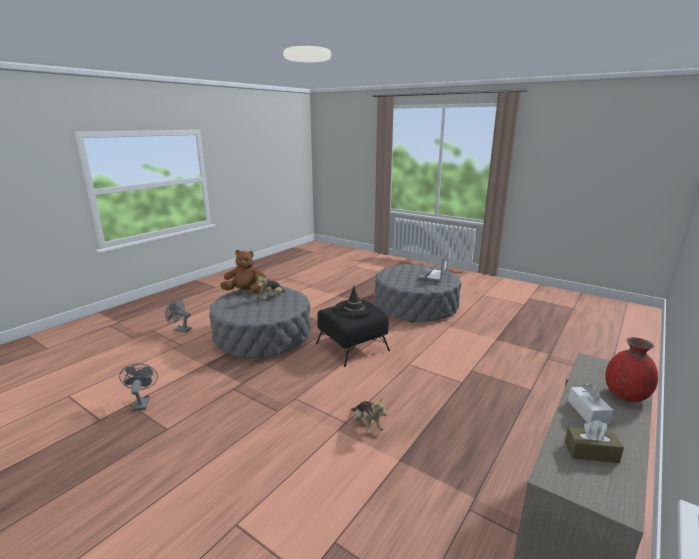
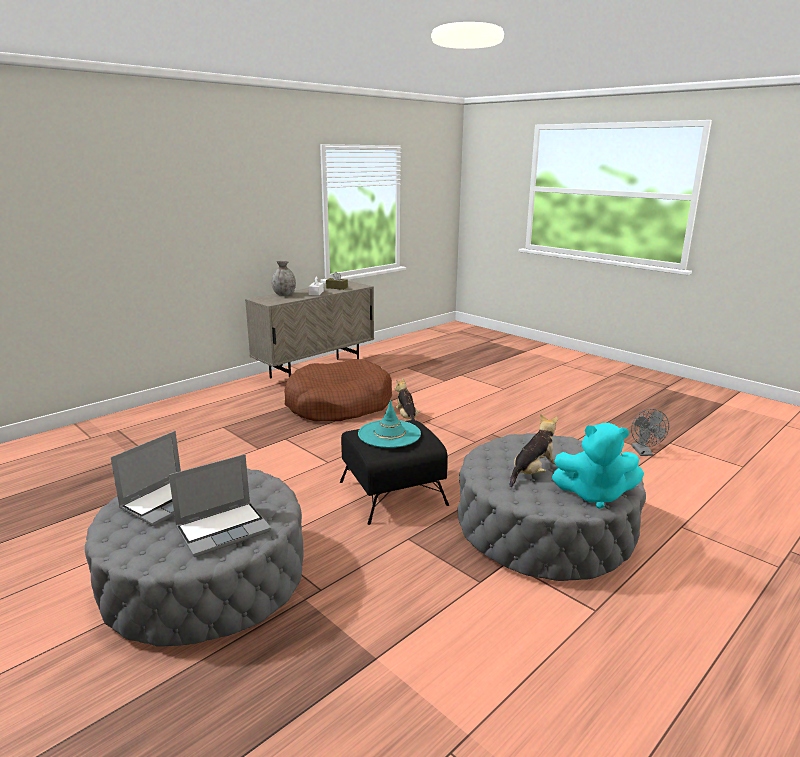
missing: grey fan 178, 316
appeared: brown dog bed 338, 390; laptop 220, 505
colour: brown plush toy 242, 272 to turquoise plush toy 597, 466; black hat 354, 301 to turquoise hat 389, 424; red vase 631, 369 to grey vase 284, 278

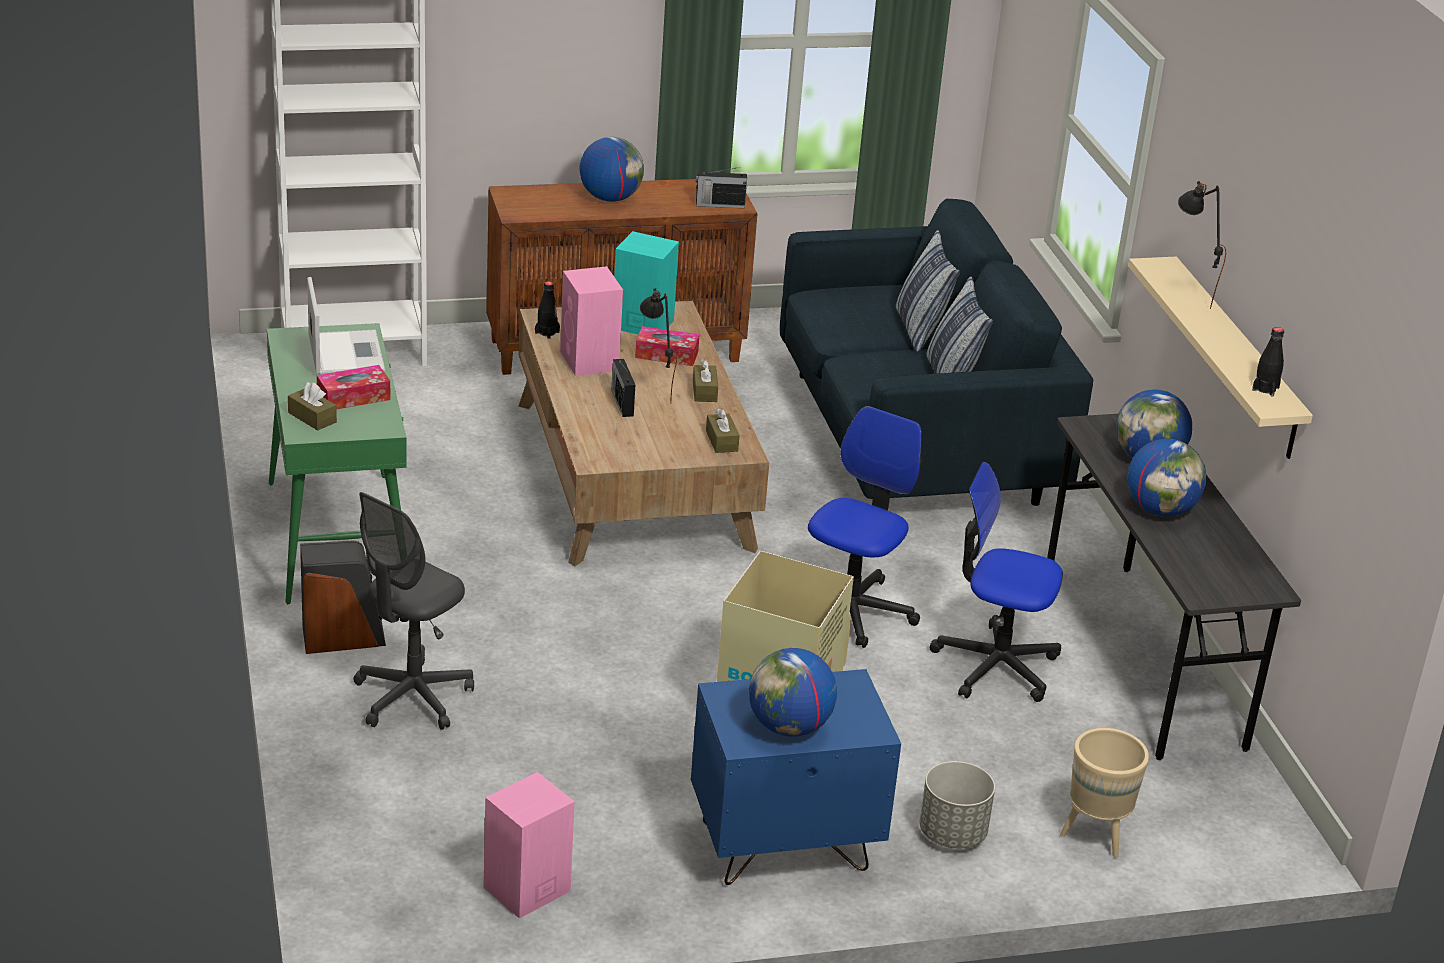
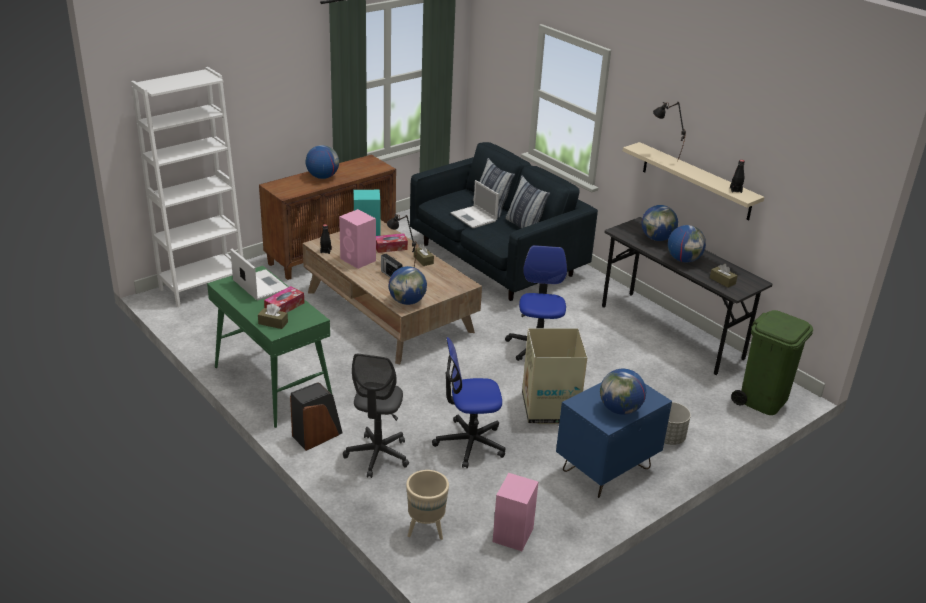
missing: radio 721, 187
appeared: laptop 475, 204; globe 408, 285; green trash can 772, 362
relocated: brown tissue box 723, 430 to 724, 275; office chair 996, 582 to 468, 402; beige planter 1104, 793 to 427, 505

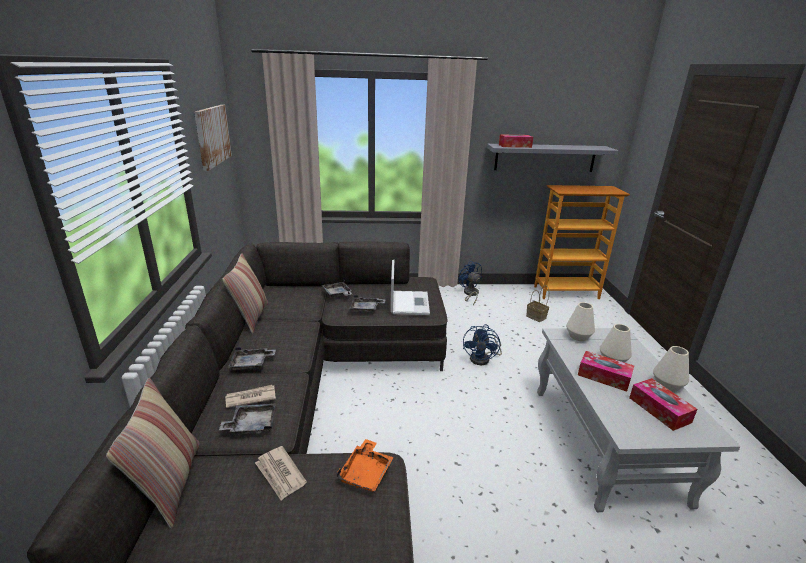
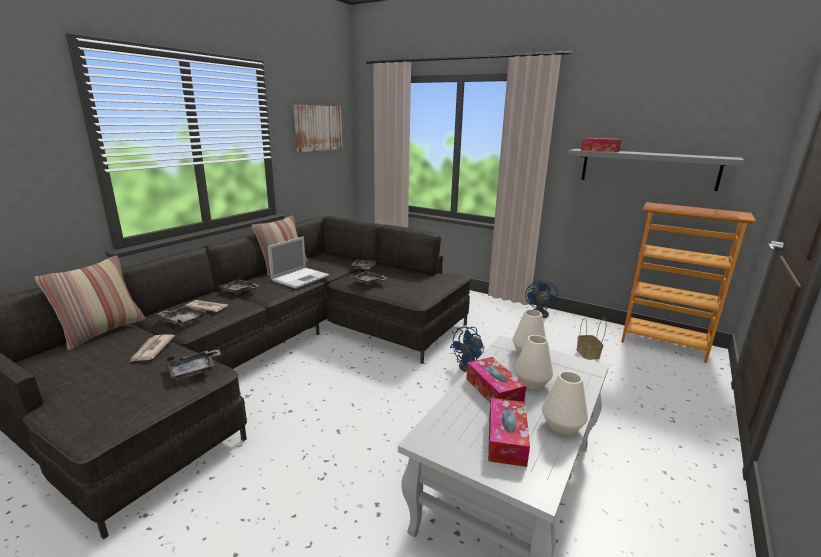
relocated: laptop 410, 287 to 298, 263
colour: orange tray 365, 465 to grey tray 194, 364

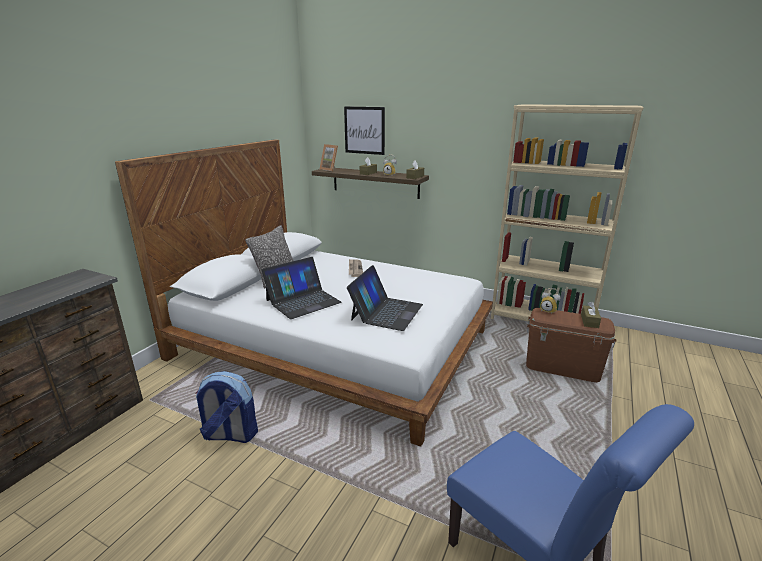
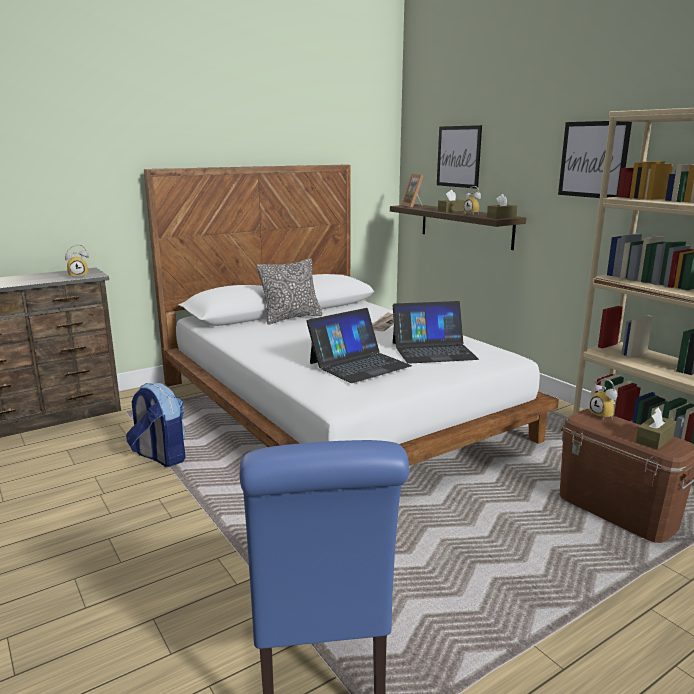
appeared: picture 595, 159; alarm clock 77, 261
relocated: laptop 302, 288 to 436, 332

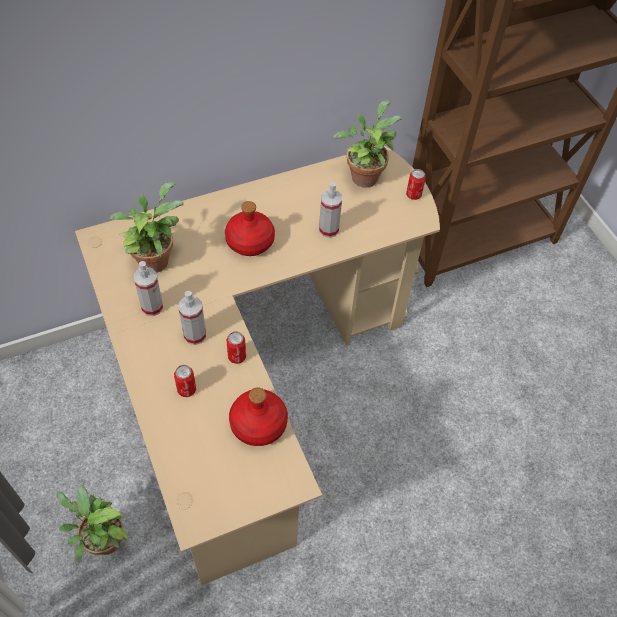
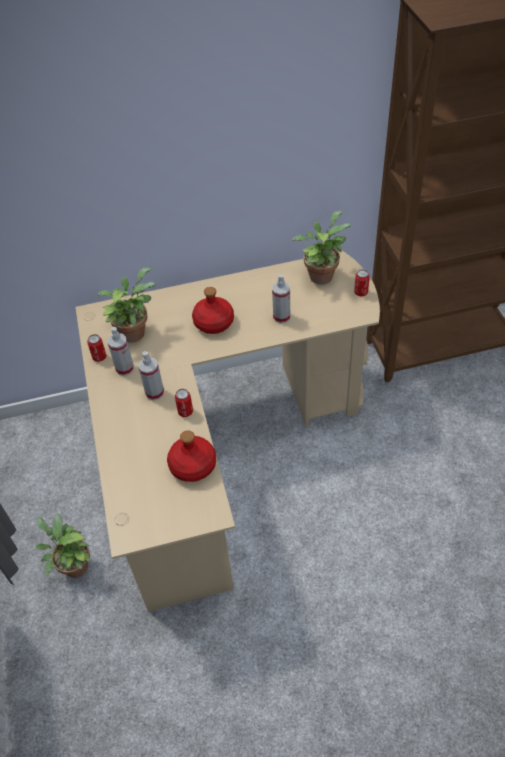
relocated: can 185, 381 to 96, 348

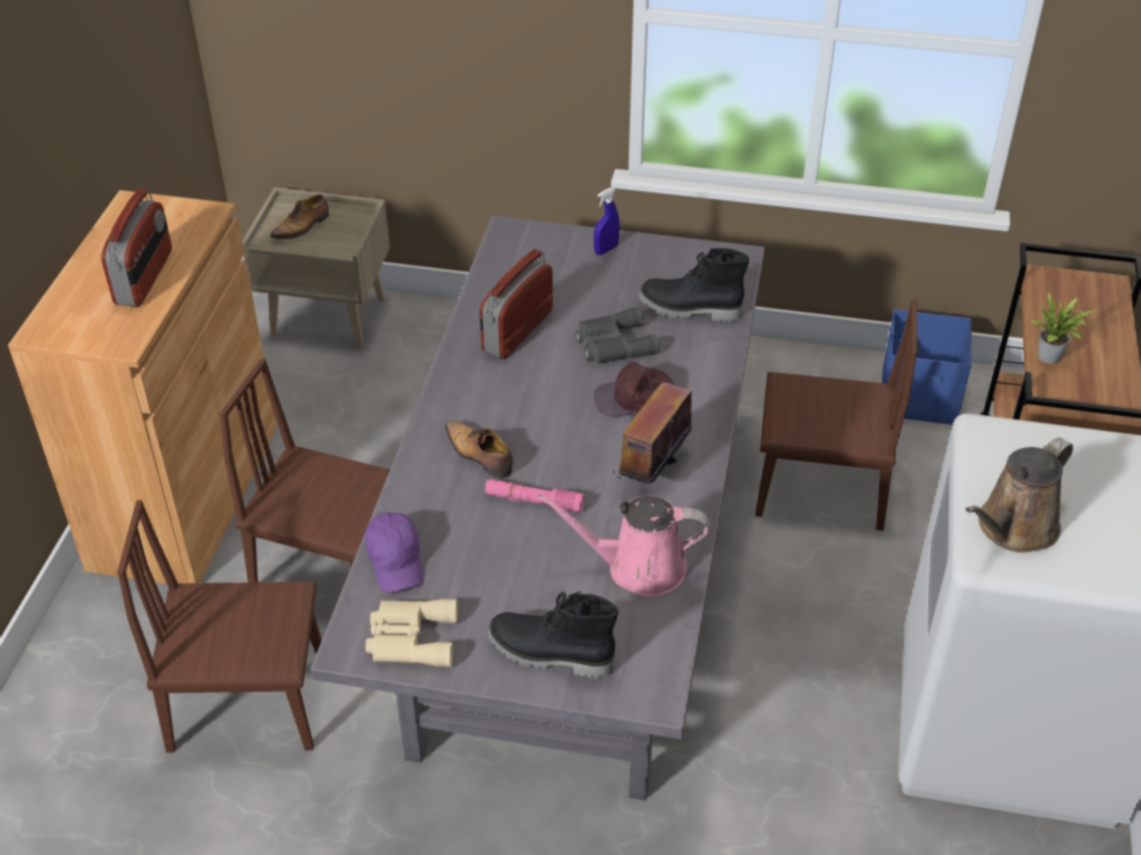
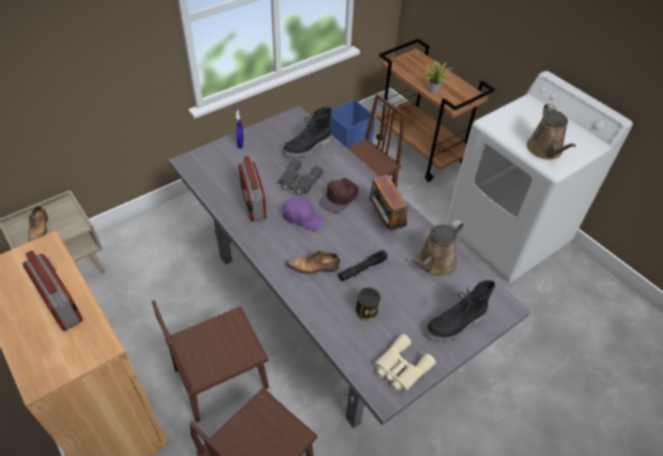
appeared: can 368, 304
relocated: purple cap 394, 552 to 304, 213
colour: pink flashlight 535, 495 to black flashlight 363, 265; pink watering can 623, 545 to brown watering can 435, 247

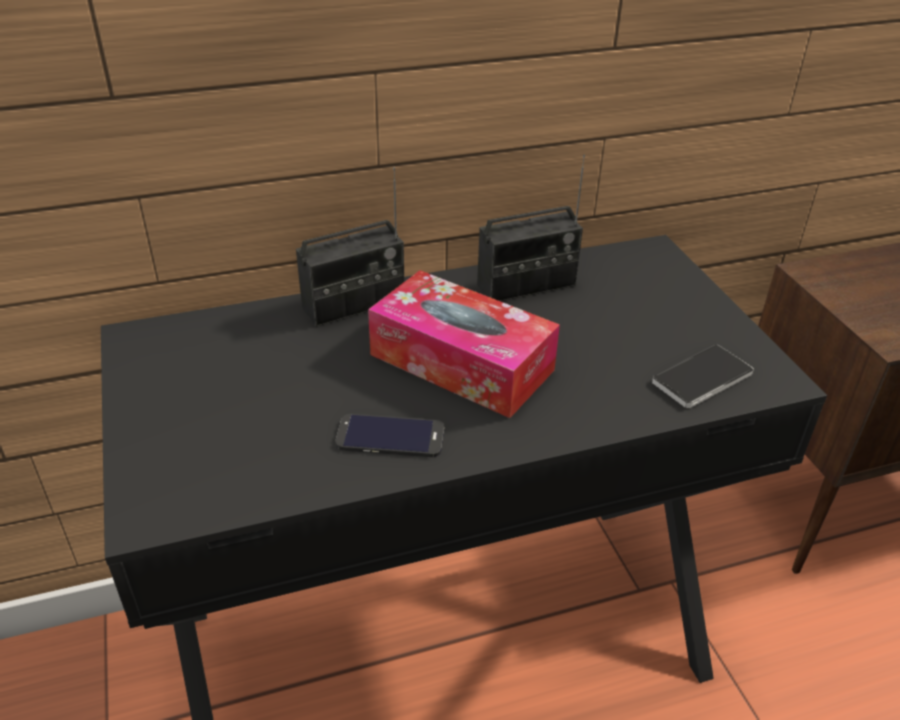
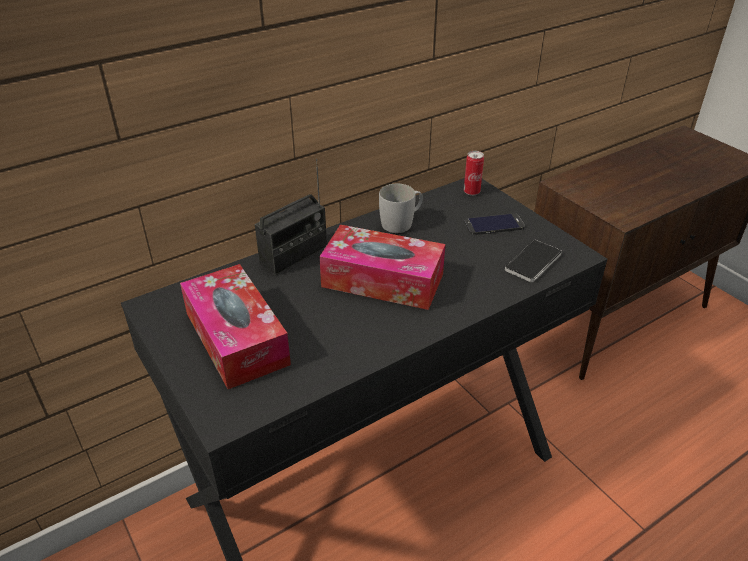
appeared: can 474, 173; tissue box 235, 326
relocated: phone 390, 435 to 494, 224
exchanged: radio 531, 228 to white mug 401, 208

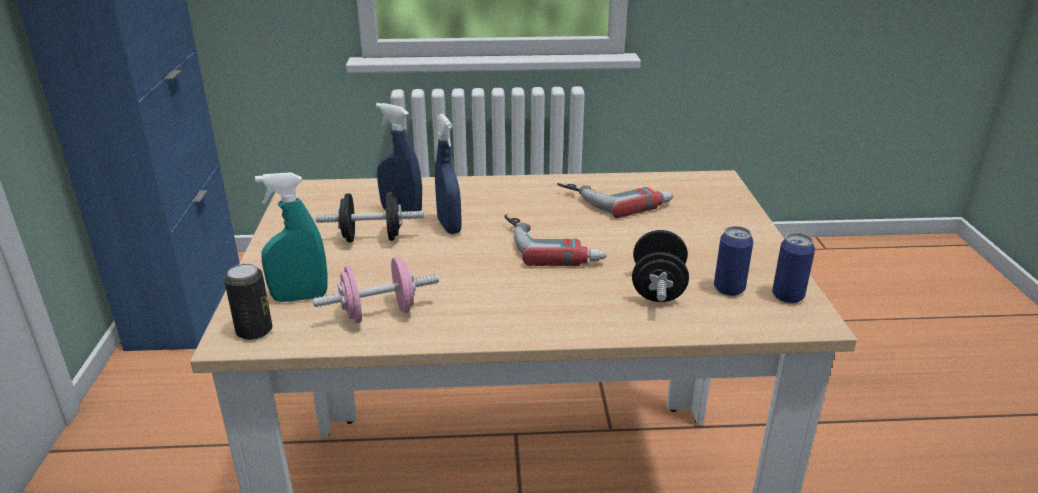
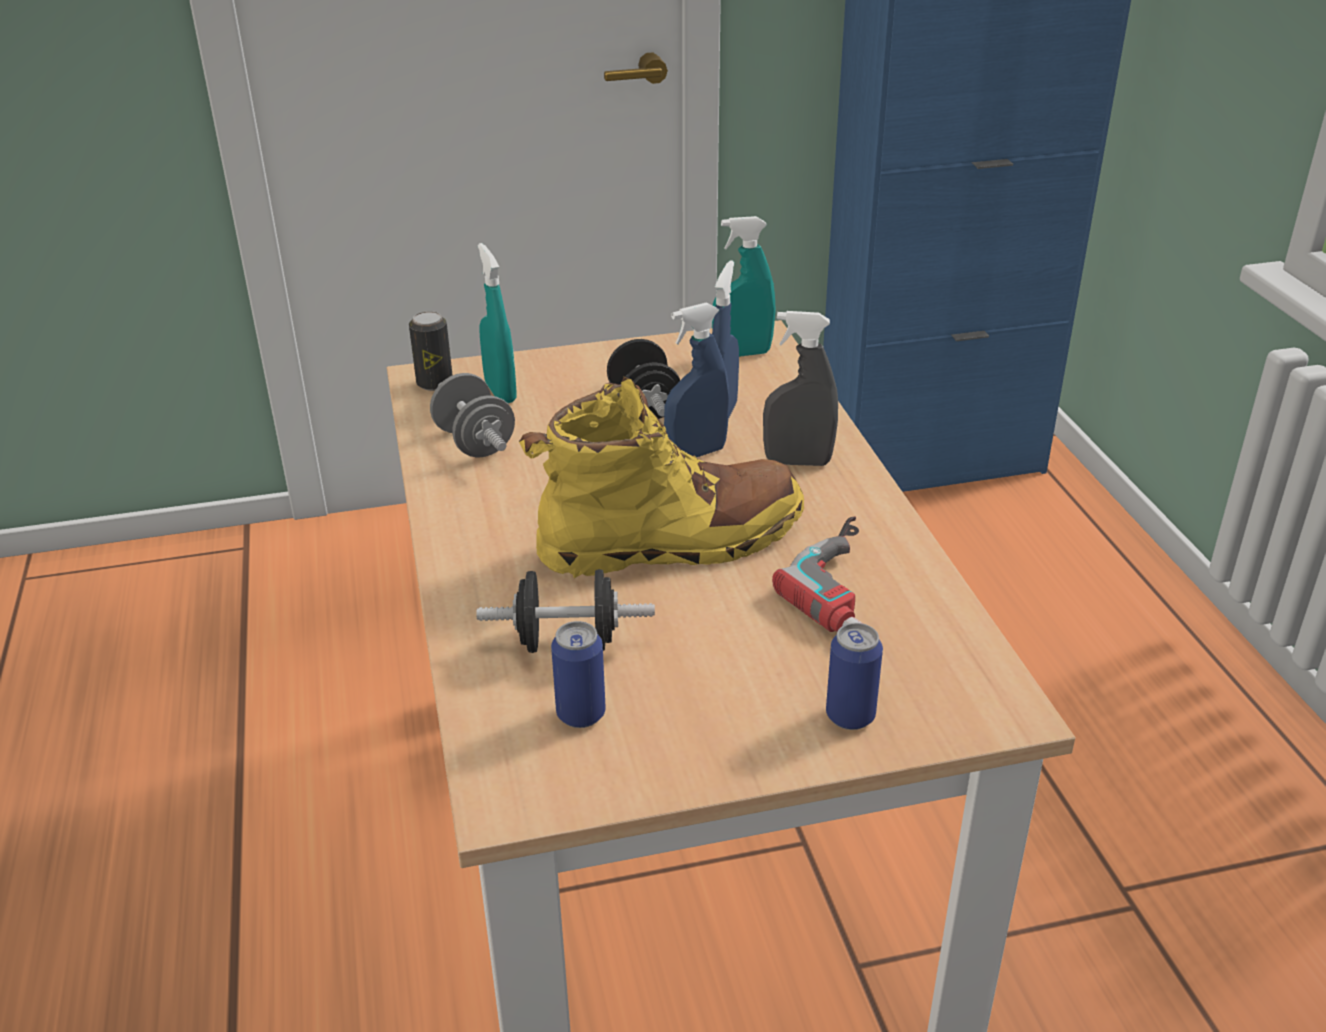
appeared: turquoise spray bottle 744, 286; grey spray bottle 800, 388
relocated: can 793, 268 to 854, 676
exchanged: power drill 555, 240 to yellow boot 661, 478
colour: pink dumbbell 376, 290 to grey dumbbell 472, 415

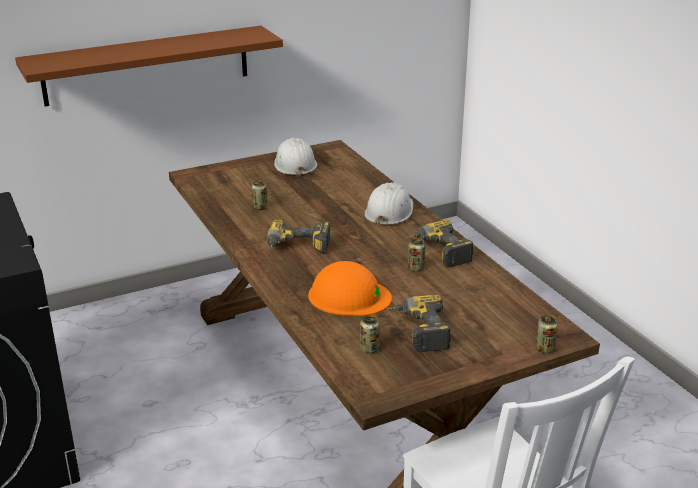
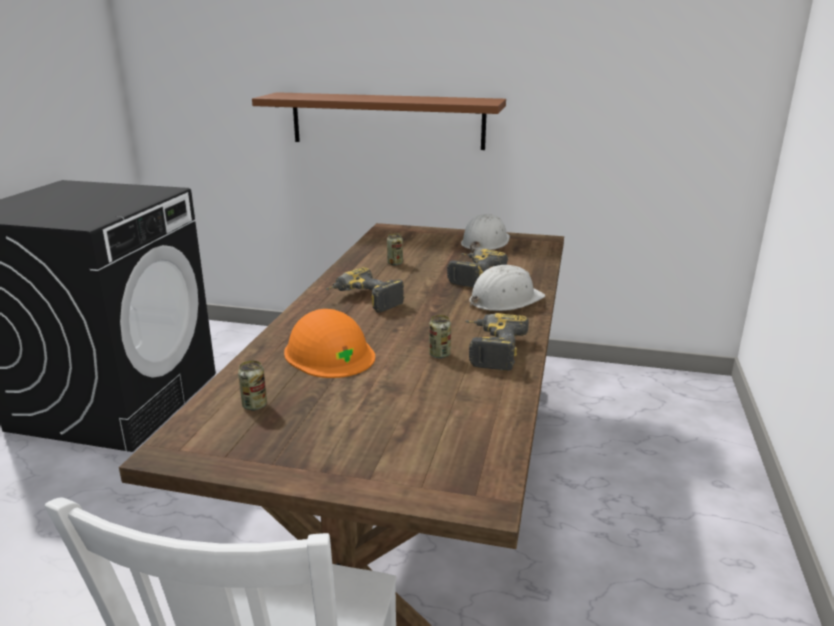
missing: can 547, 334
relocated: power drill 418, 323 to 477, 268

